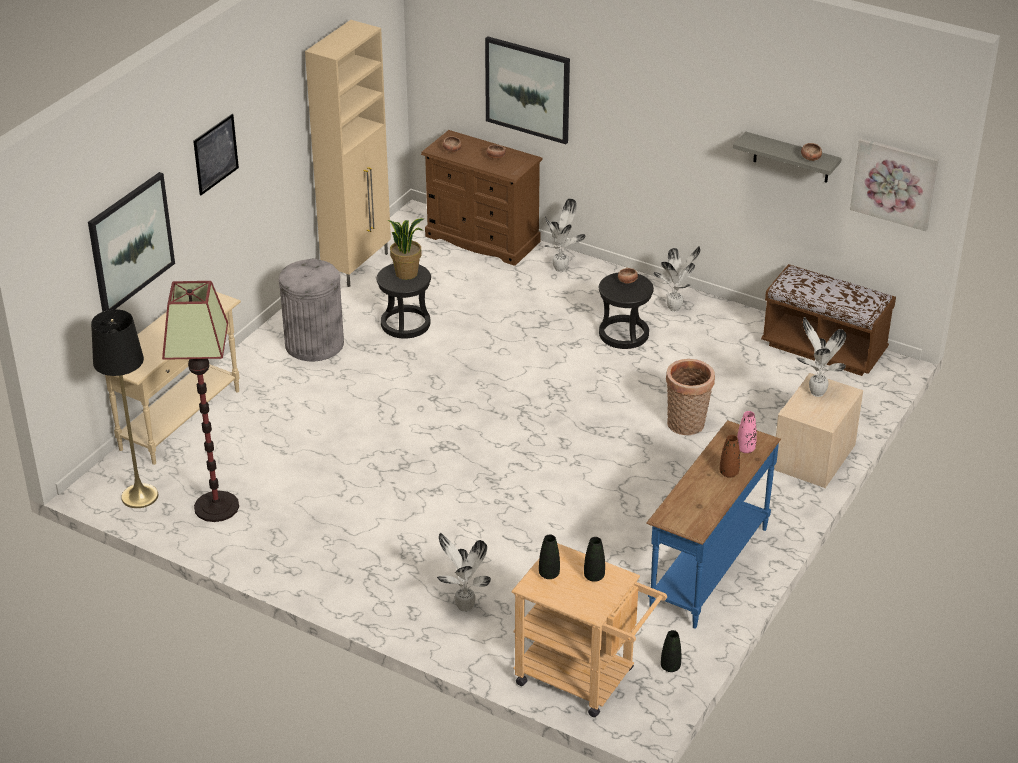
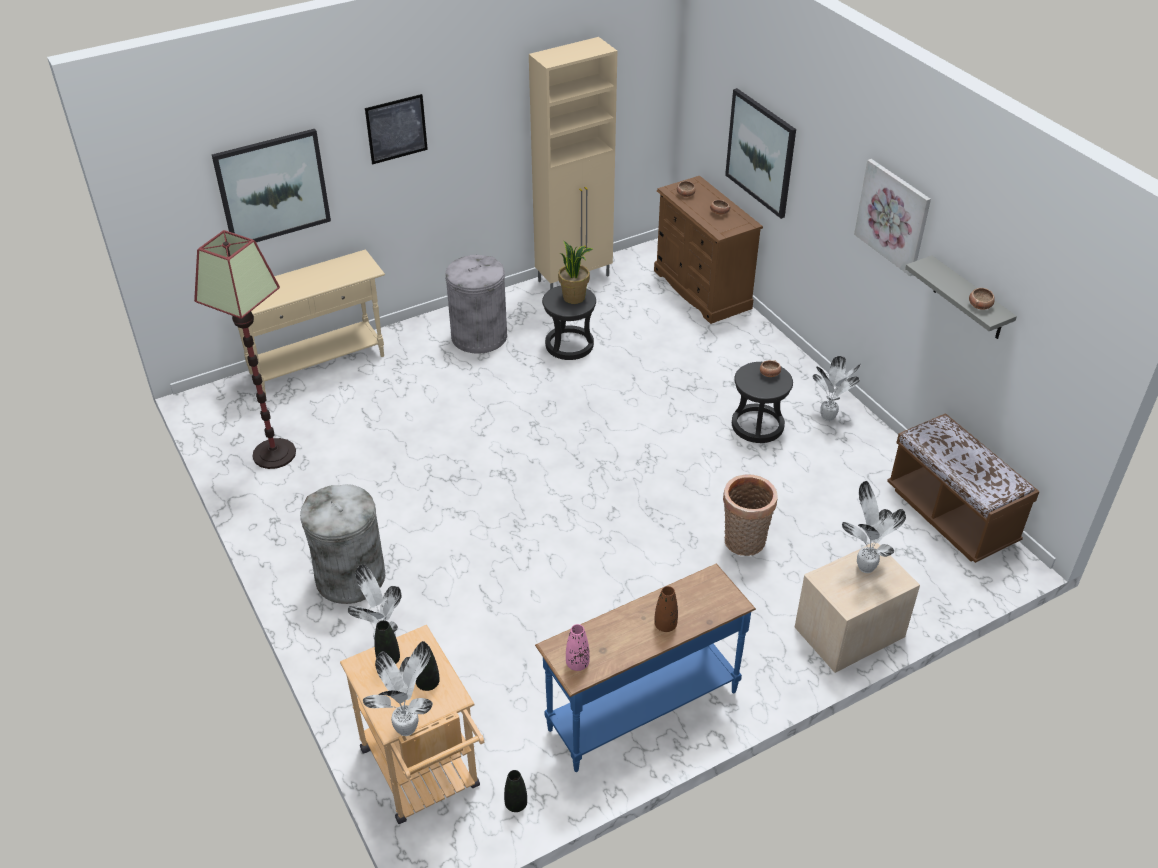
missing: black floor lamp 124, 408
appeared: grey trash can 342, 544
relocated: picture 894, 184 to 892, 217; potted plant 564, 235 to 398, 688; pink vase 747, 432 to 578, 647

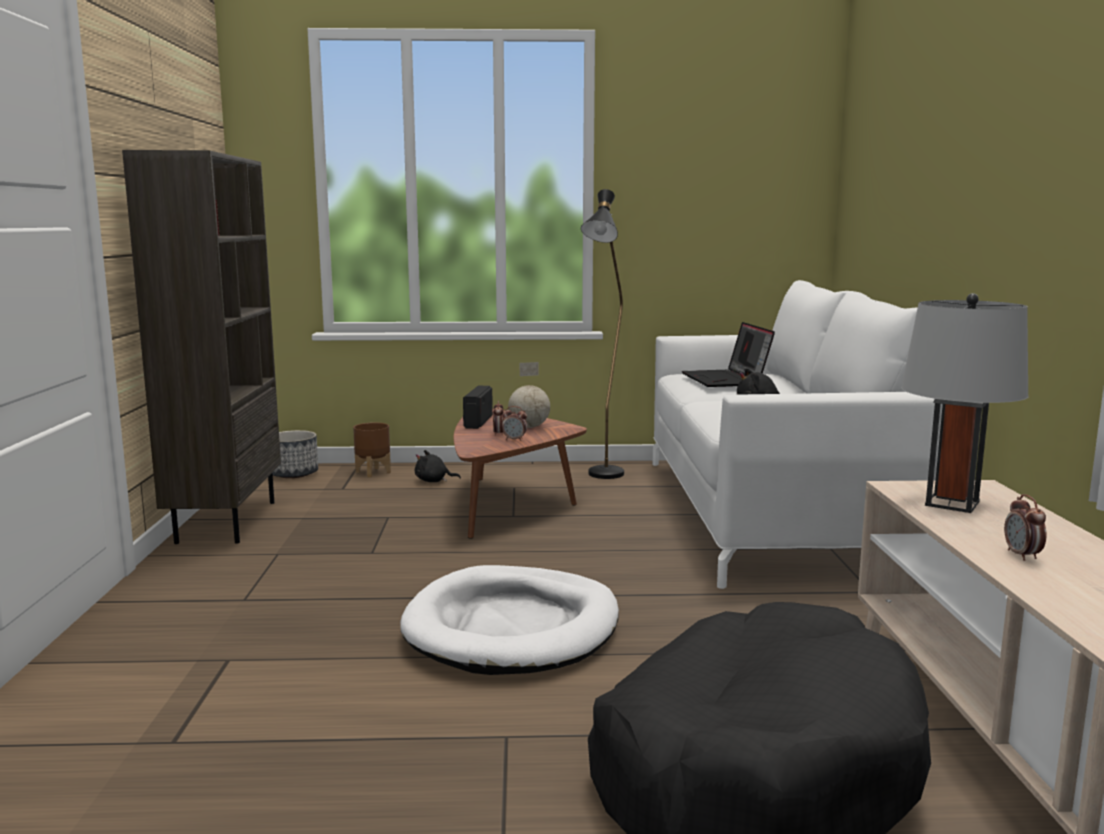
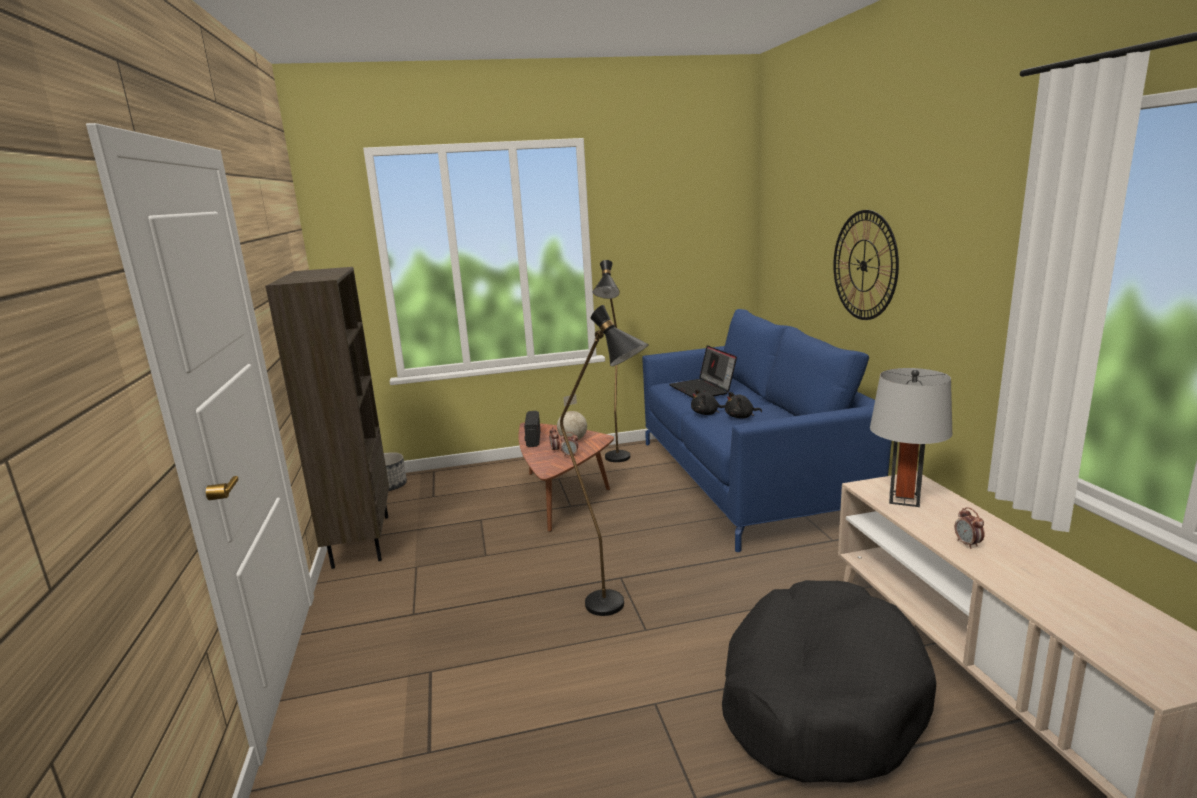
missing: brown planter 372, 450
appeared: wall clock 866, 265
relocated: black plush toy 438, 466 to 708, 402
exchanged: white dog bed 509, 620 to black floor lamp 604, 460
colour: white sofa 797, 434 to blue sofa 767, 430

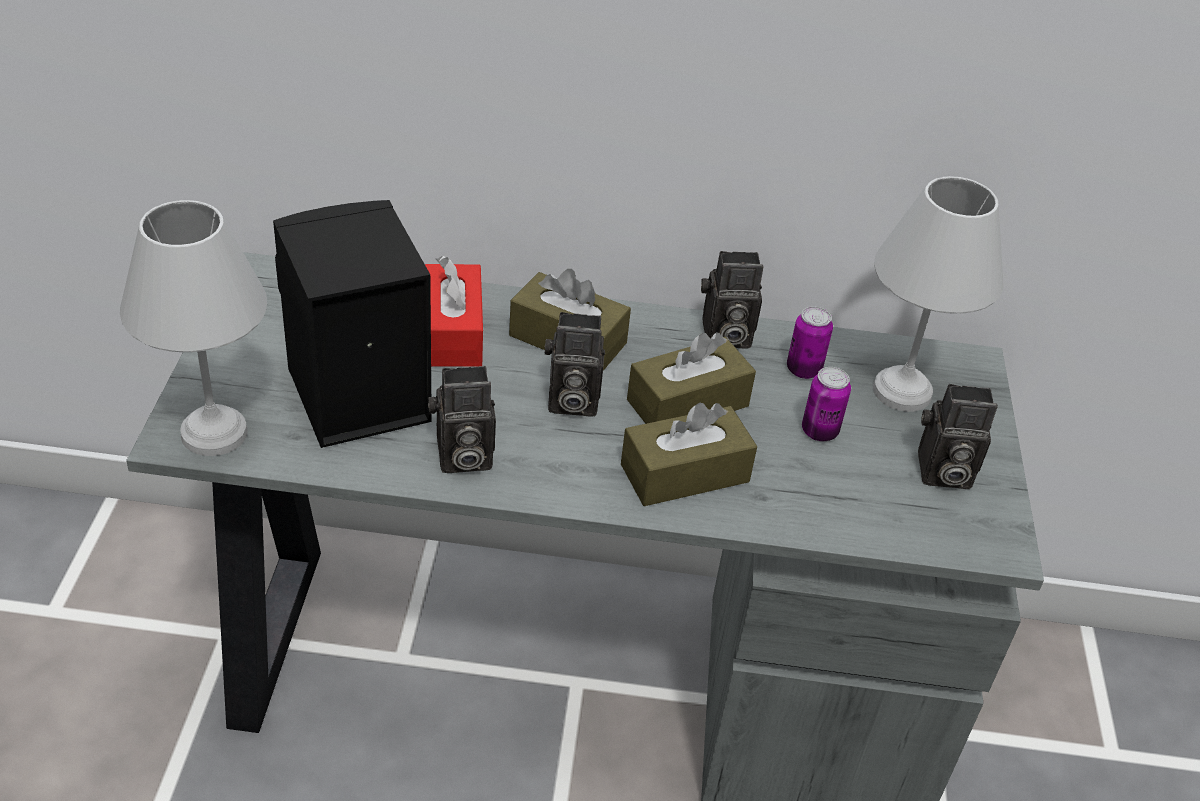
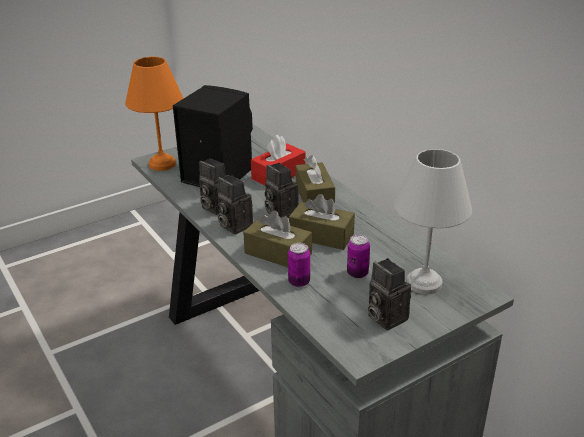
relocated: photo camera 732, 299 to 235, 205; can 810, 343 to 299, 265
colour: white table lamp 193, 328 to orange table lamp 154, 114

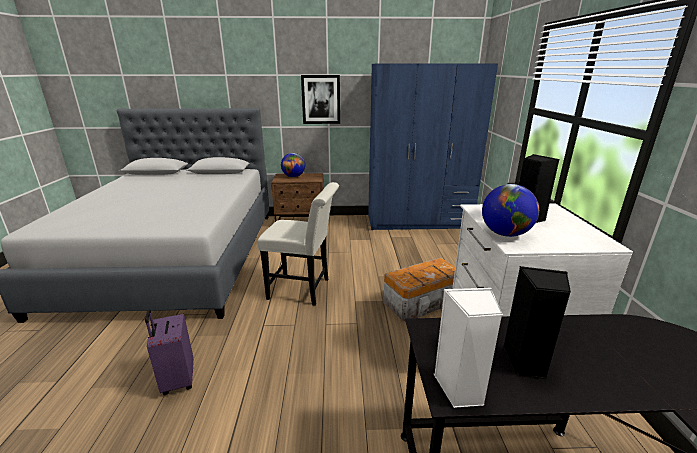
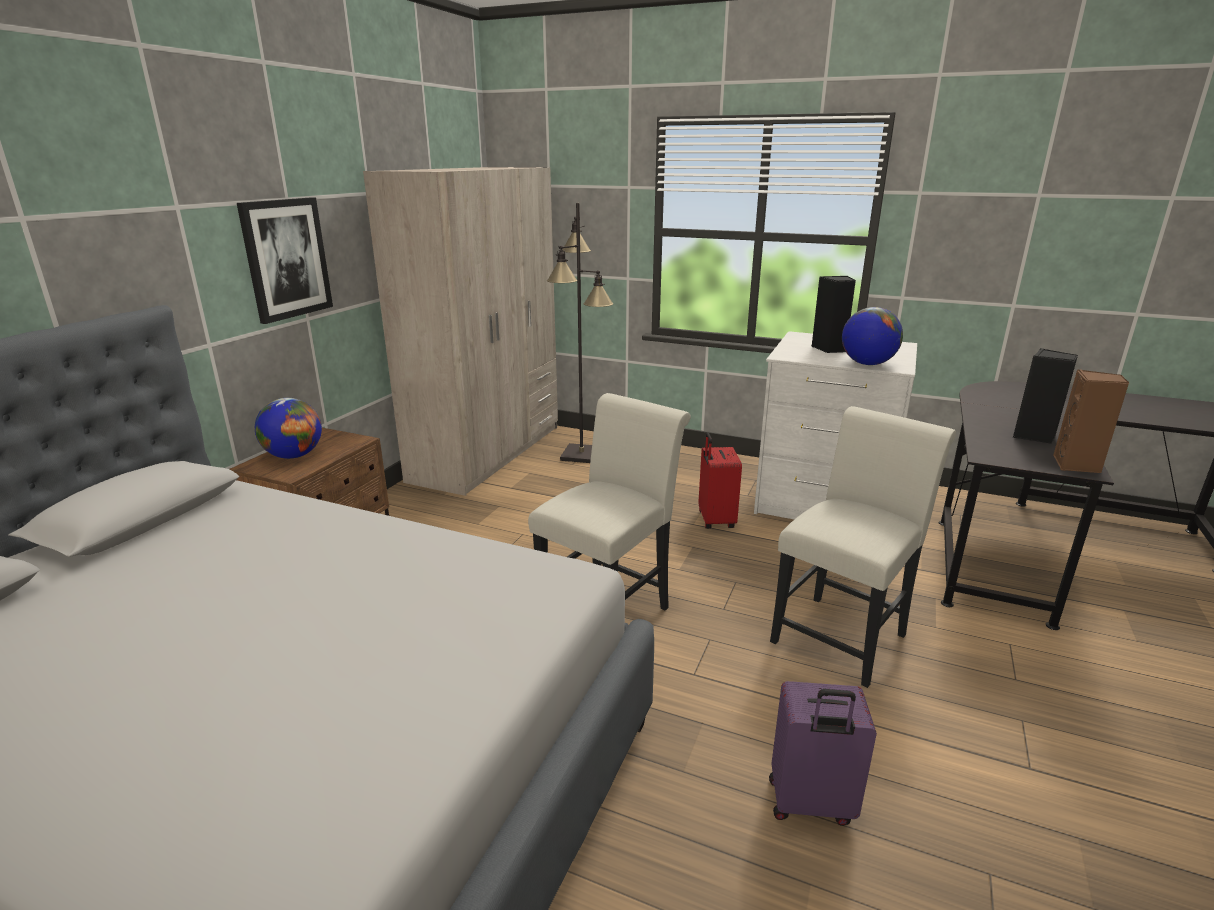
appeared: black floor lamp 580, 333; white chair 863, 547
exchanged: storage box 419, 289 to red suitcase 720, 481
colour: blue wardrobe 433, 147 to beige wardrobe 460, 331; white speaker 468, 347 to brown speaker 1091, 421

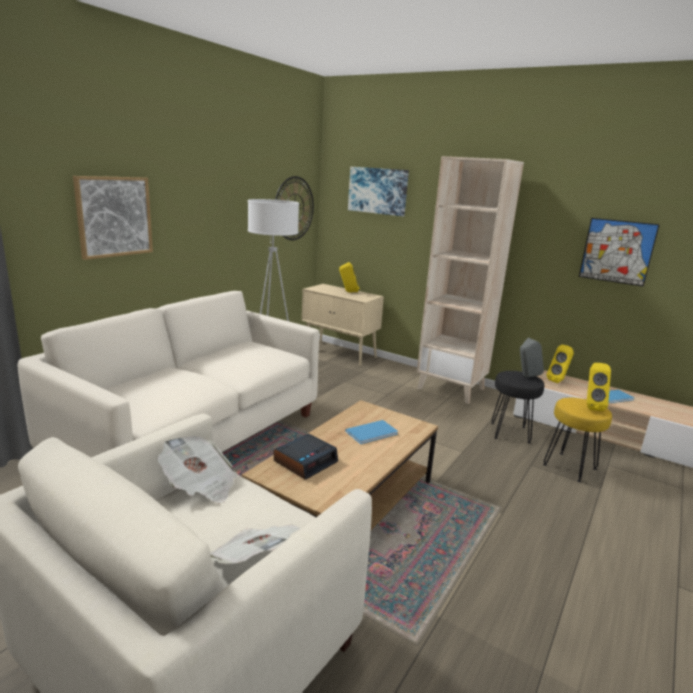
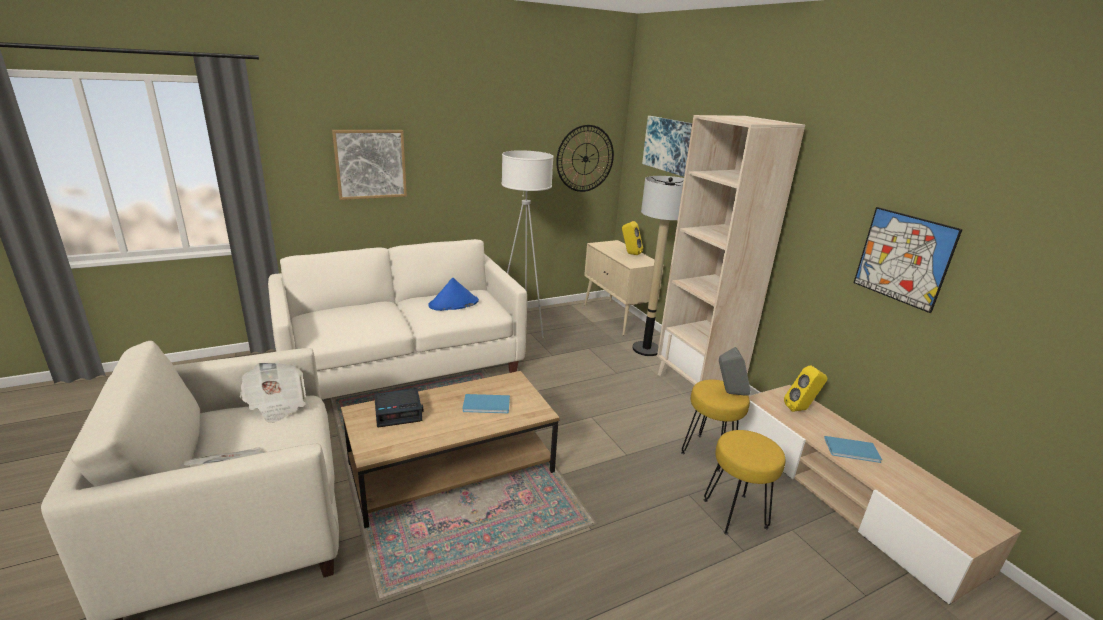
missing: yellow speaker 599, 387
appeared: floor lamp 658, 266; blue hat 453, 294
colour: black stool 517, 407 to yellow stool 715, 426

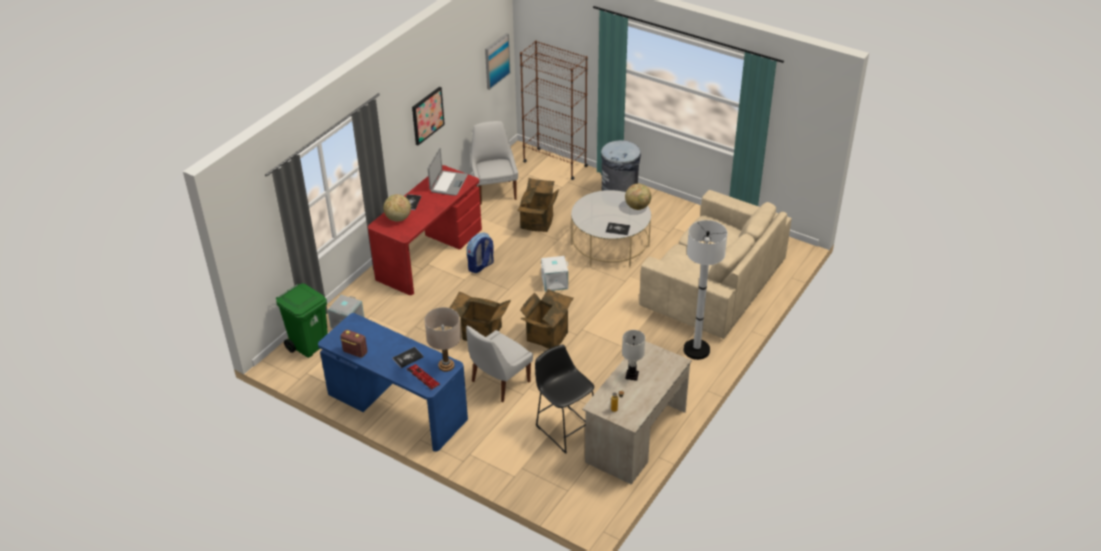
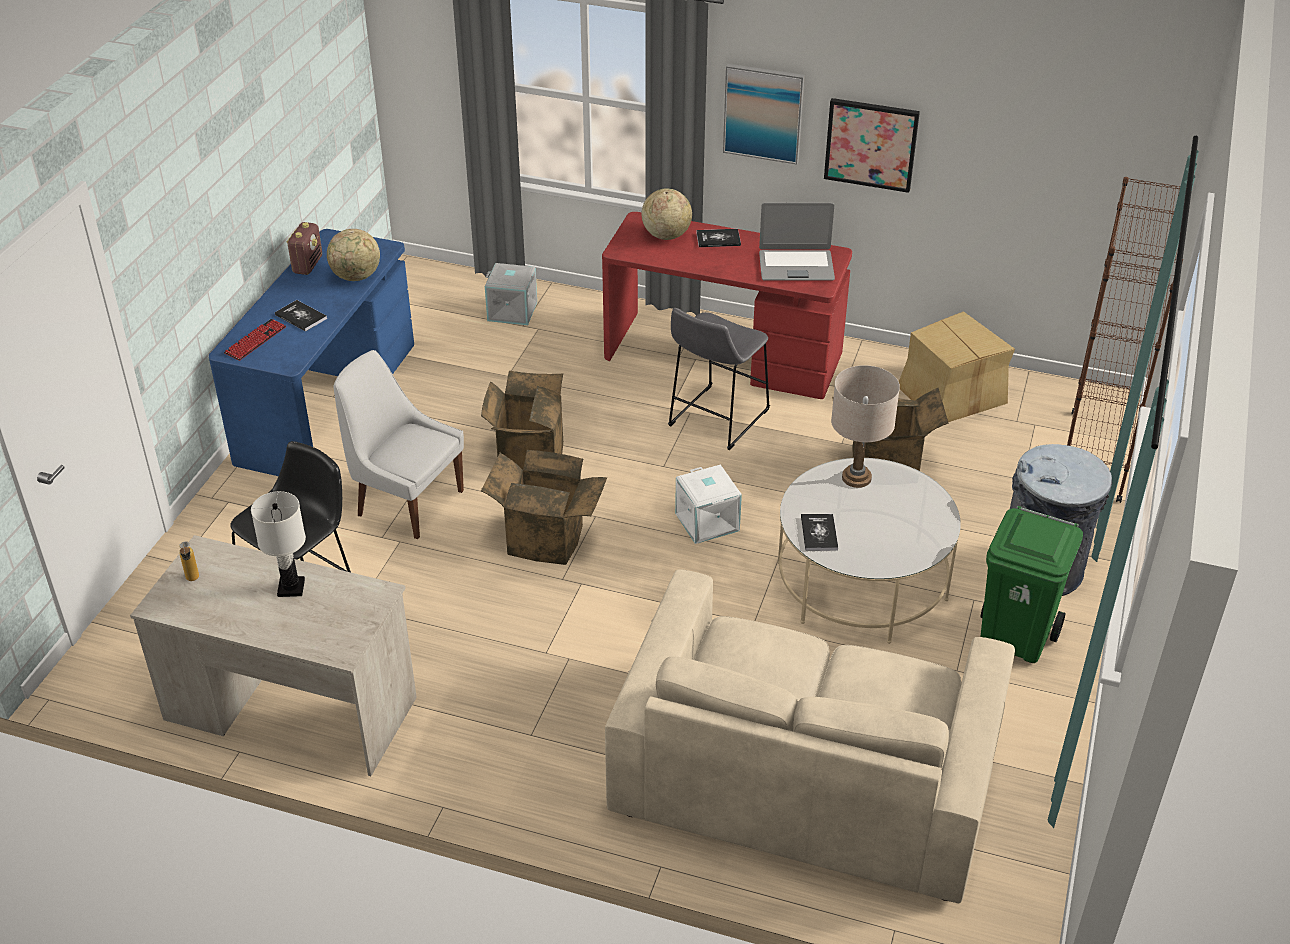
missing: white floor lamp 705, 290
relocated: picture 497, 61 to 764, 114; globe 638, 197 to 353, 255; green trash can 302, 320 to 1031, 584; beige table lamp 443, 339 to 865, 426
exchanged: white chair 494, 163 to cardboard box 957, 366; backpack 480, 252 to grey stool 719, 379

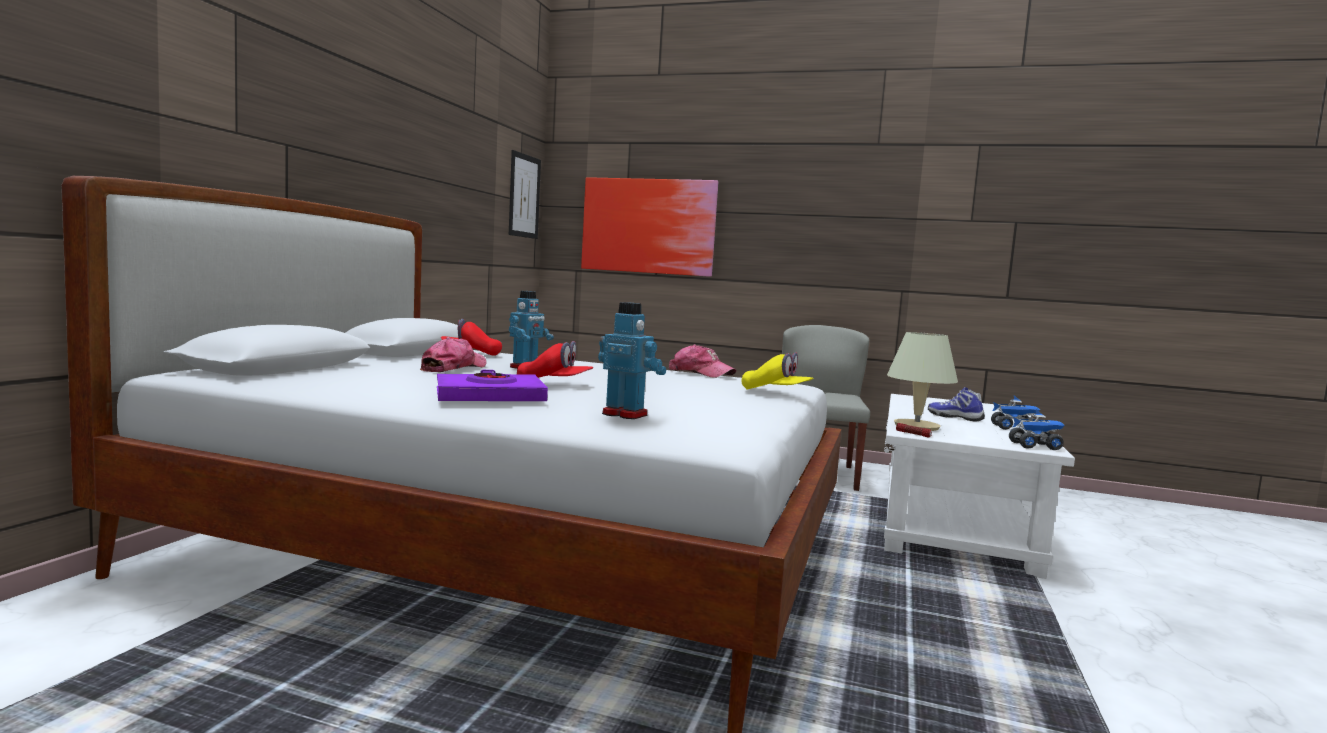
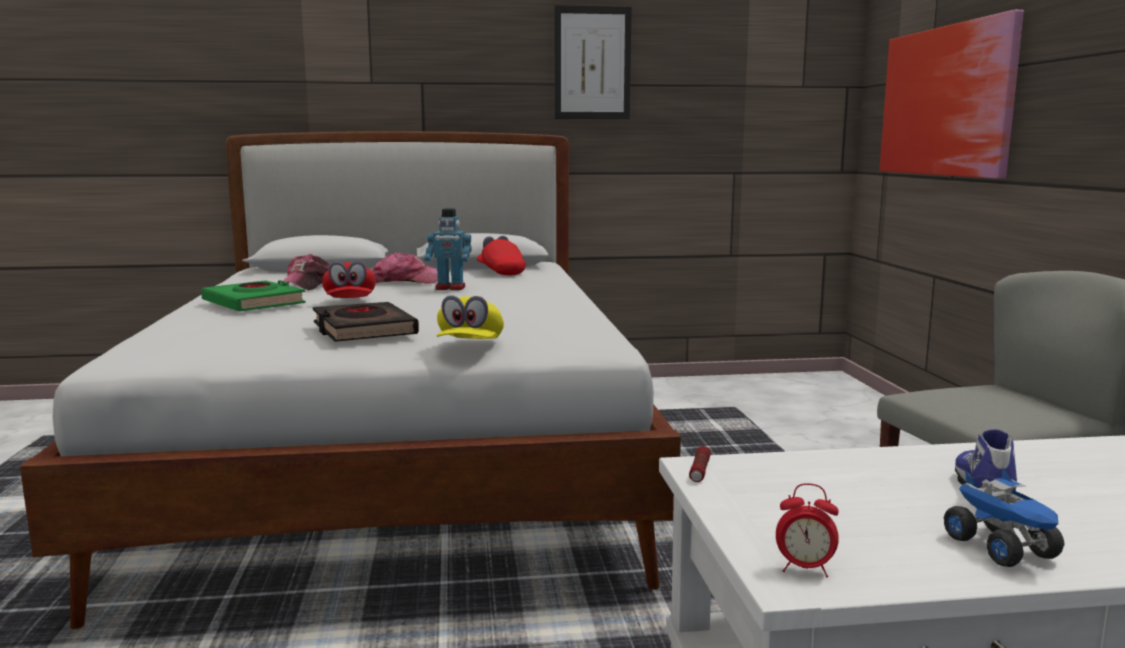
missing: toy robot 632, 360; beige table lamp 922, 381
appeared: black book 366, 322
relocated: picture 525, 194 to 593, 62; cap 702, 361 to 305, 272
exchanged: toy truck 1037, 429 to alarm clock 807, 530
colour: purple book 492, 385 to green book 253, 295

